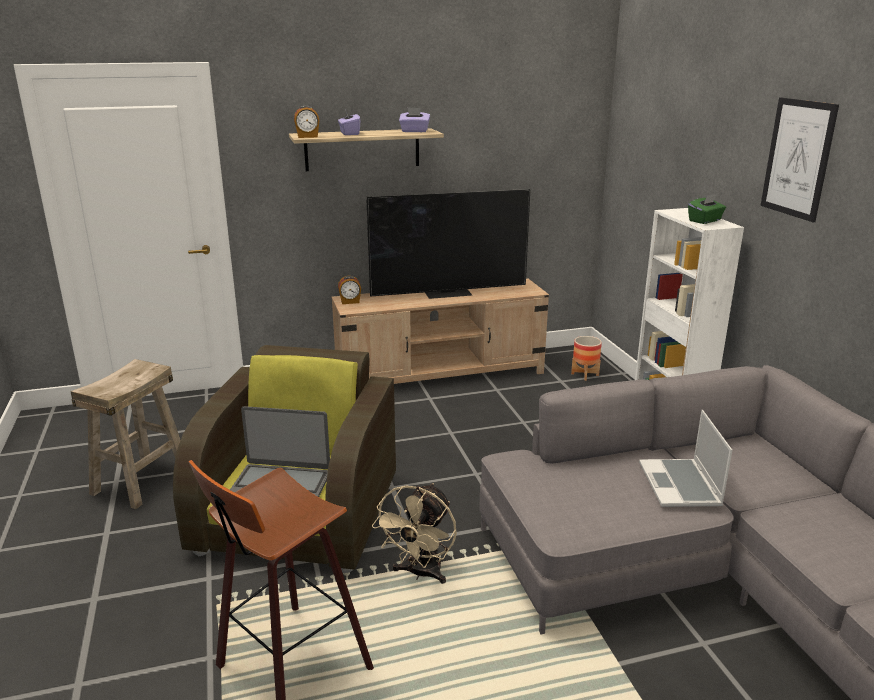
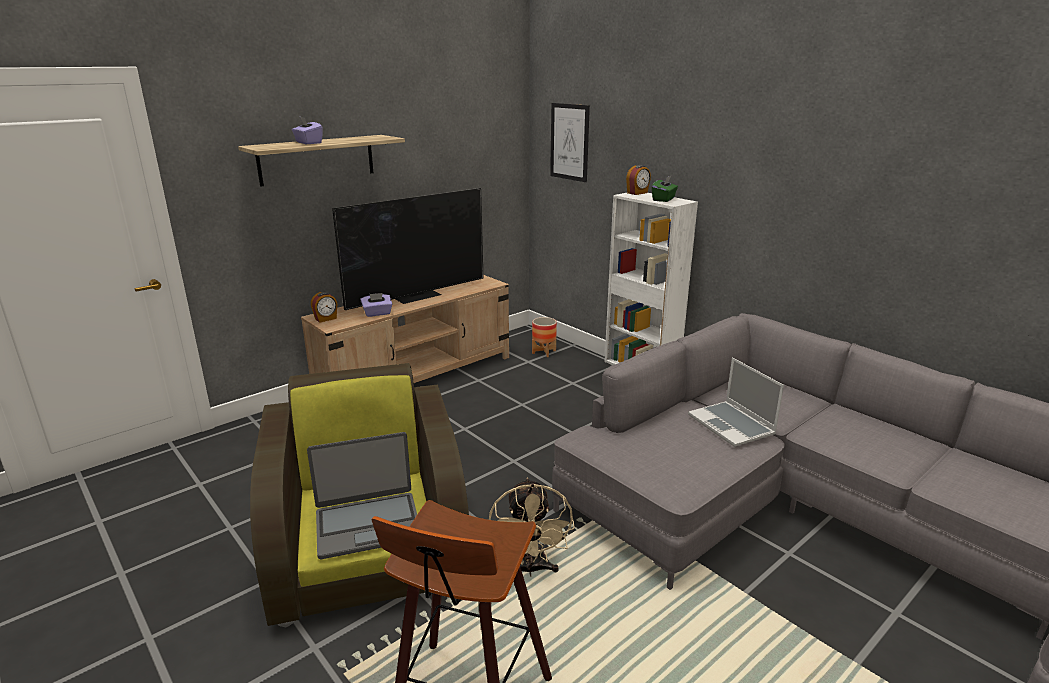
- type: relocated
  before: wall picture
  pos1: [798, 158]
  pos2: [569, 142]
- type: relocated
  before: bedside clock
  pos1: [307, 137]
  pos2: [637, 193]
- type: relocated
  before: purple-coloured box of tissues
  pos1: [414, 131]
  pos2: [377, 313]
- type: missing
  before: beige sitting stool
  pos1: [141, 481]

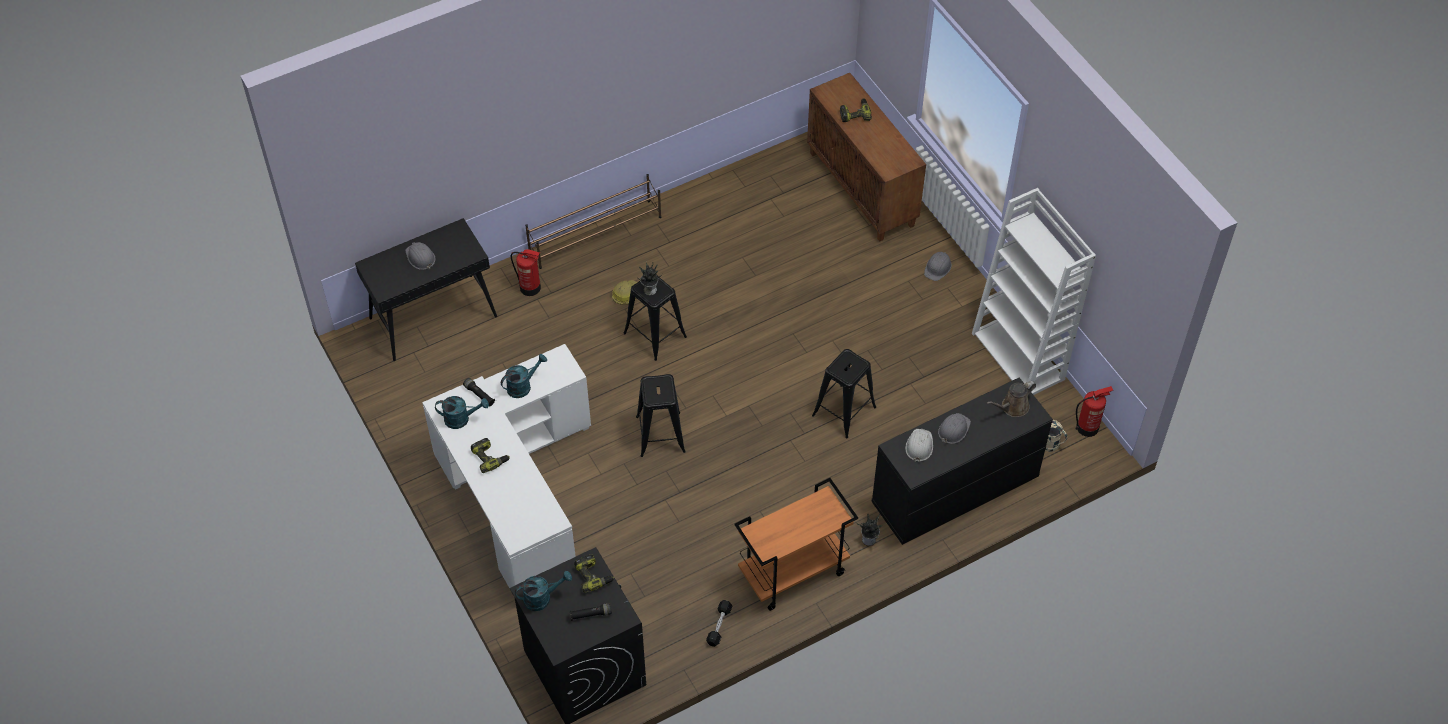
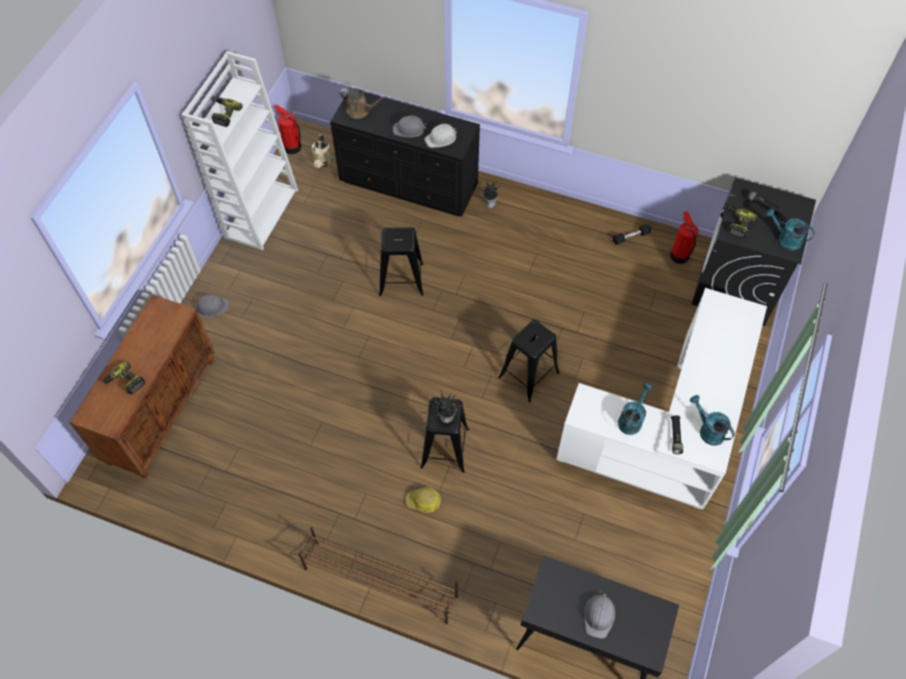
- type: relocated
  before: fire extinguisher
  pos1: [530, 288]
  pos2: [679, 255]
- type: spun
  before: blue-green watering can
  pos1: [523, 386]
  pos2: [631, 419]
  turn: 105
- type: relocated
  before: power drill
  pos1: [490, 457]
  pos2: [224, 114]
- type: missing
  before: orange trolley
  pos1: [792, 573]

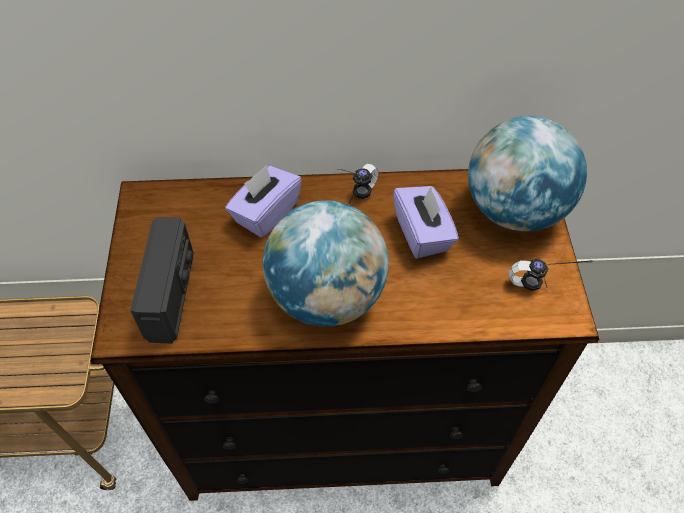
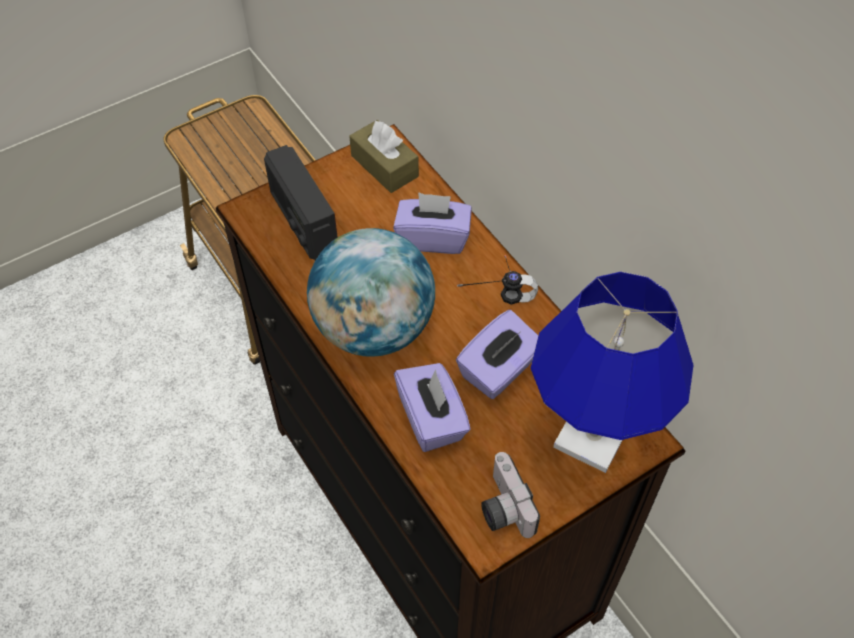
- type: exchanged
  before: globe
  after: blue-coloured table lamp
  pos1: [514, 209]
  pos2: [592, 438]
- type: spun
  before: radio set
  pos1: [171, 295]
  pos2: [303, 221]
  turn: 90
- type: exchanged
  before: headset
  after: photo camera
  pos1: [544, 291]
  pos2: [502, 507]
- type: appeared
  after: brown box of tissues
  pos2: [384, 166]
- type: appeared
  after: purple-coloured box of tissues
  pos2: [432, 419]

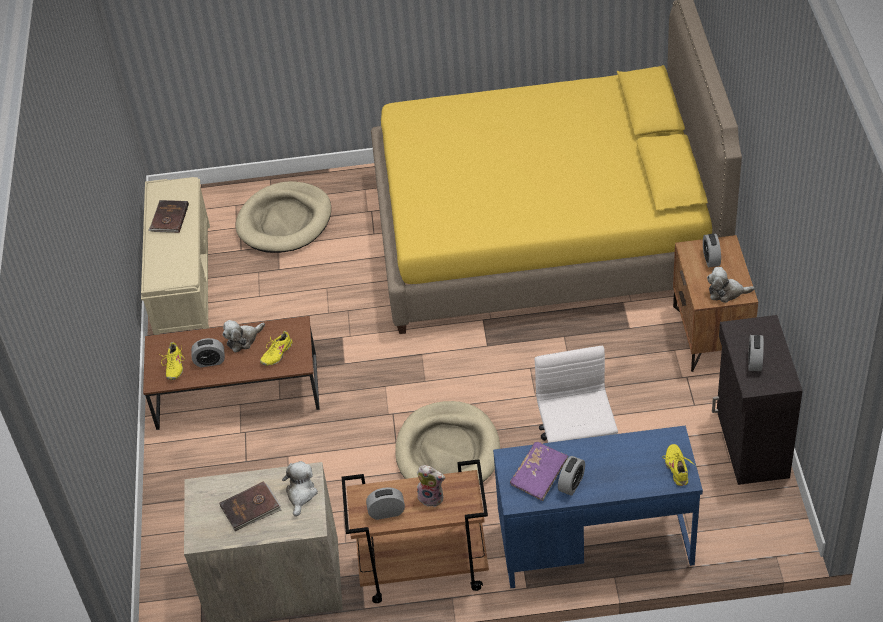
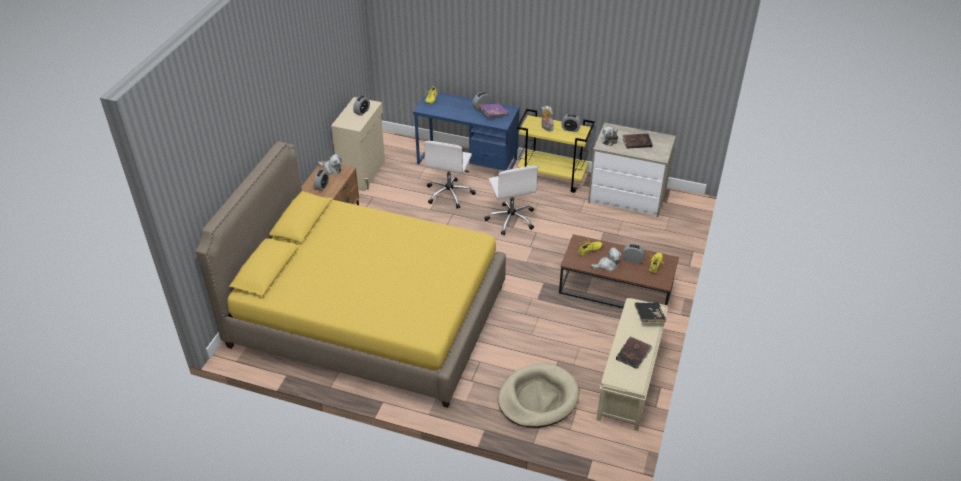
- type: colour
  before: blackish cupboard
  after: beige cupboard
  pos1: [750, 444]
  pos2: [363, 173]
- type: exchanged
  before: beige dog bed
  after: white-coloured desk chair
  pos1: [448, 451]
  pos2: [511, 219]
- type: colour
  before: brown trolley
  after: yellowish trolley
  pos1: [423, 570]
  pos2: [553, 177]
- type: appeared
  after: blackish bound book
  pos2: [649, 316]

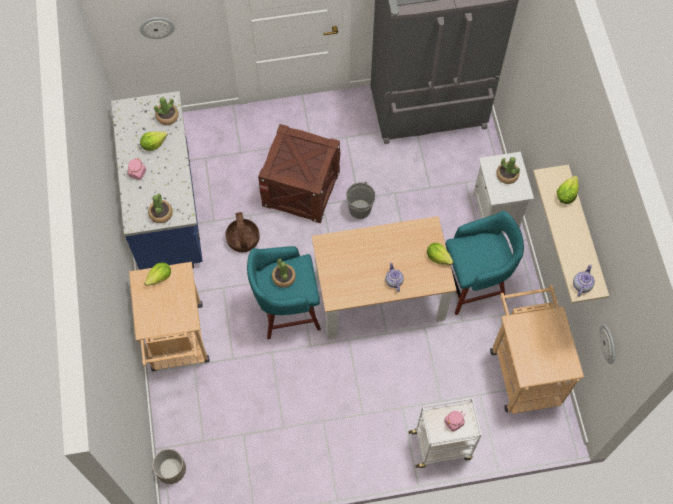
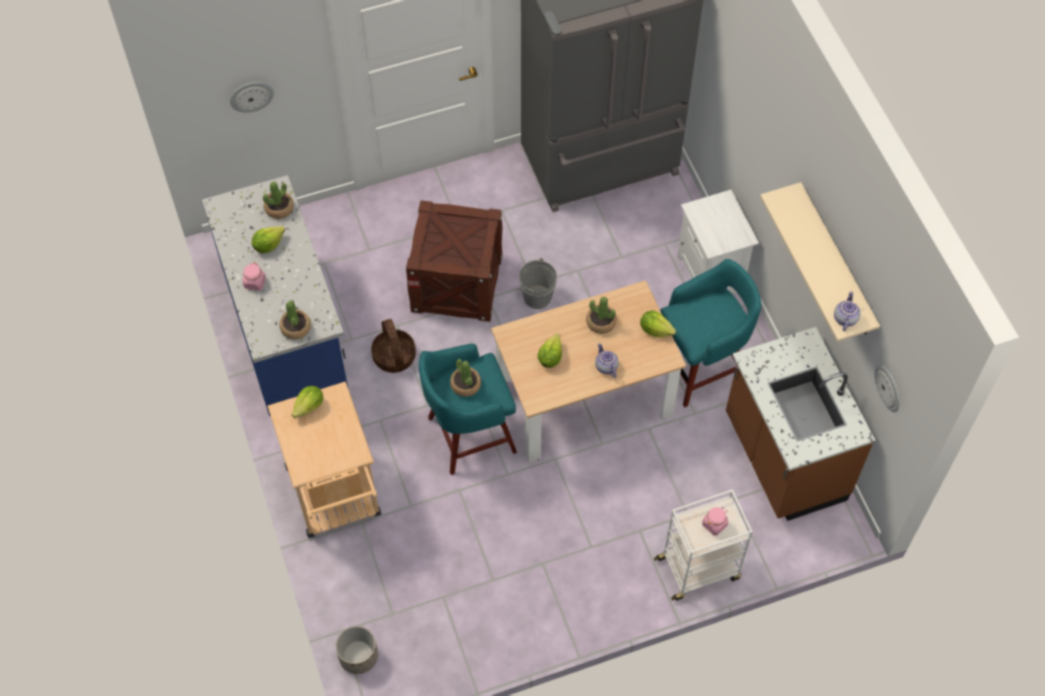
- type: relocated
  before: plant in a pot
  pos1: [507, 175]
  pos2: [601, 322]
- type: relocated
  before: head of lettuce
  pos1: [566, 195]
  pos2: [550, 357]
- type: exchanged
  before: beige trolley
  after: brown counter
  pos1: [523, 369]
  pos2: [783, 459]

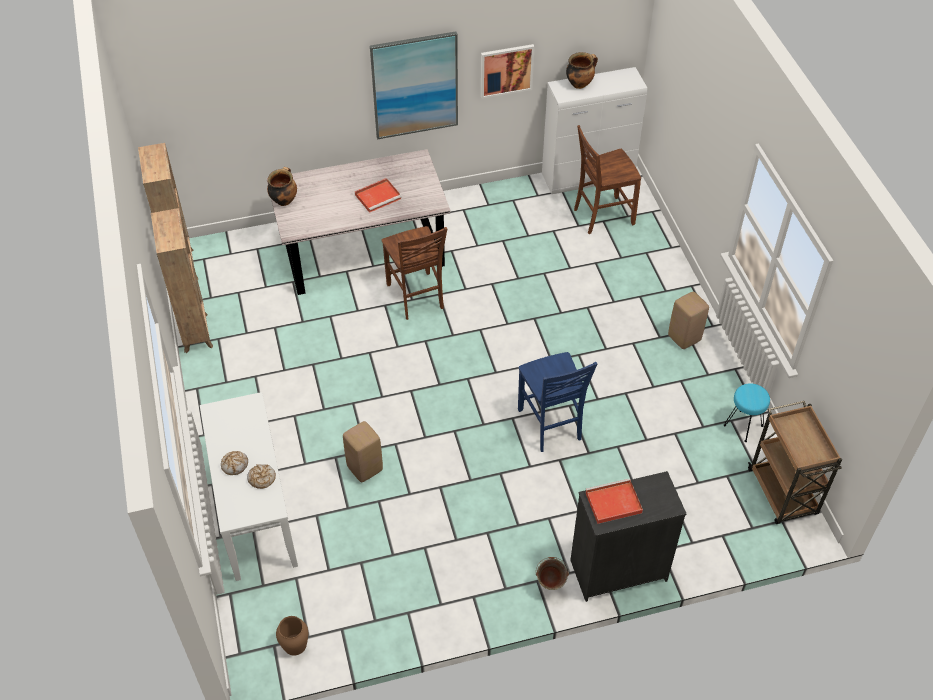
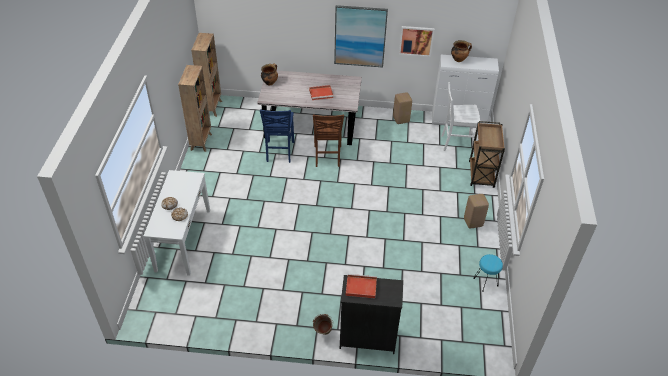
- type: colour
  before: brown upright chair
  after: white-coloured upright chair
  pos1: [602, 216]
  pos2: [456, 143]
- type: relocated
  before: blue-coloured upright chair
  pos1: [550, 425]
  pos2: [279, 152]
- type: relocated
  before: brown trolley
  pos1: [783, 493]
  pos2: [481, 175]
- type: relocated
  before: beige sitting stool
  pos1: [364, 468]
  pos2: [400, 119]
- type: missing
  before: brown flower vase
  pos1: [294, 644]

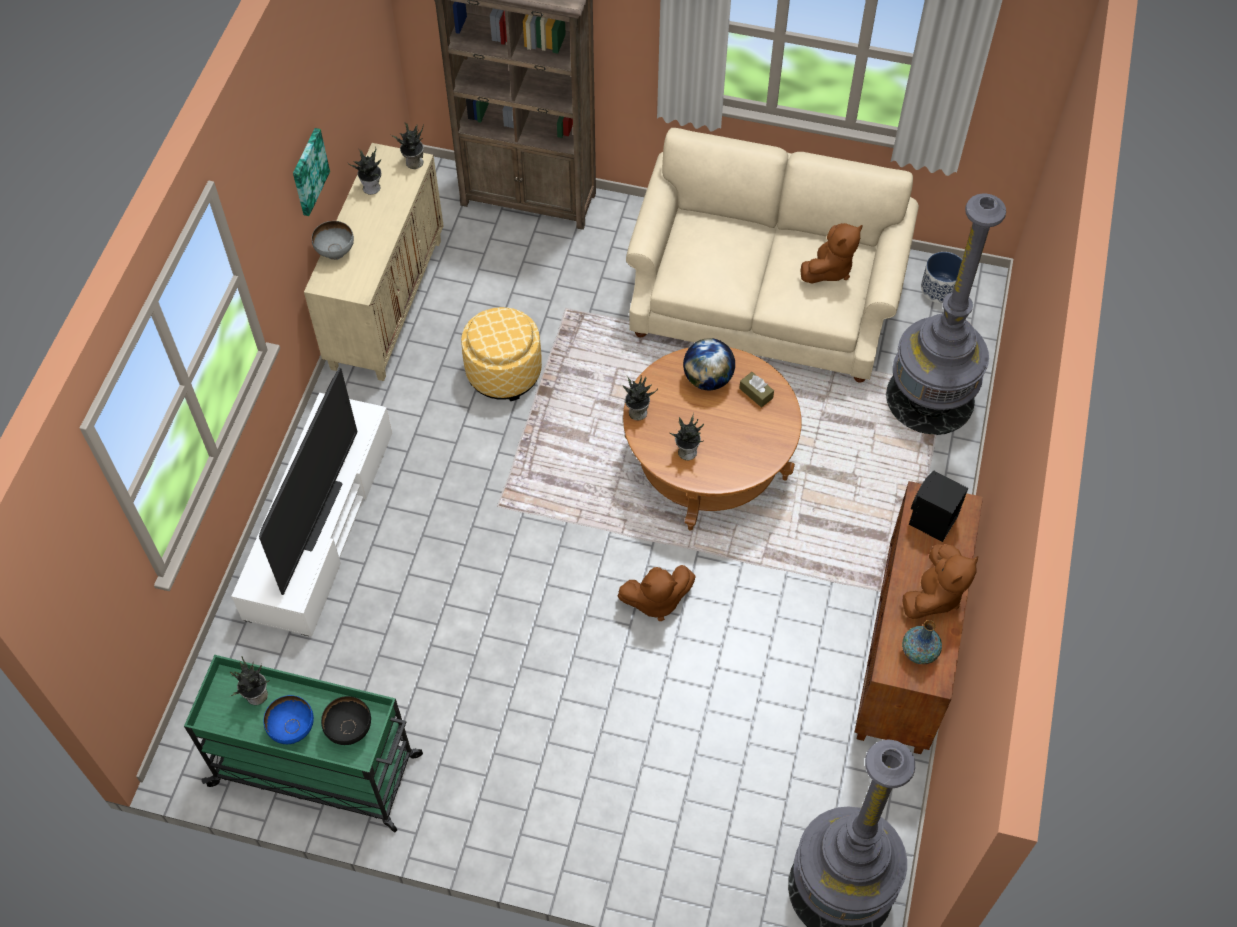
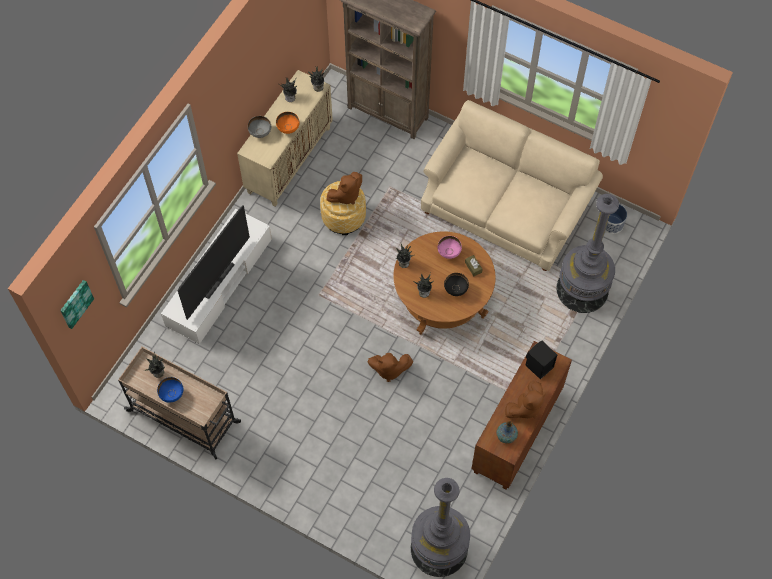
- type: relocated
  before: wall picture
  pos1: [308, 171]
  pos2: [75, 303]
- type: relocated
  before: brown soft toy
  pos1: [829, 269]
  pos2: [346, 195]
- type: exchanged
  before: globe
  after: pink-coloured bowl
  pos1: [708, 379]
  pos2: [449, 252]
- type: colour
  before: green trolley
  after: beige trolley
  pos1: [318, 770]
  pos2: [185, 417]
- type: relocated
  before: blackish bowl
  pos1: [349, 730]
  pos2: [455, 290]
- type: appeared
  after: orange bowl
  pos2: [288, 129]

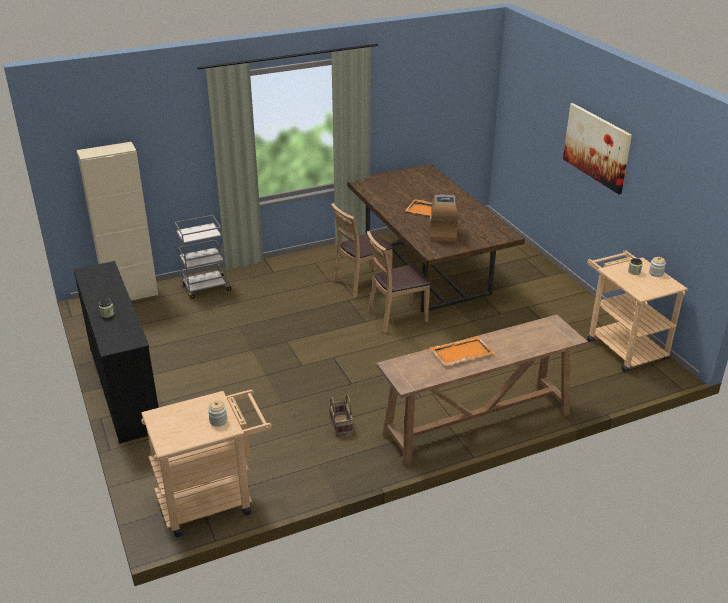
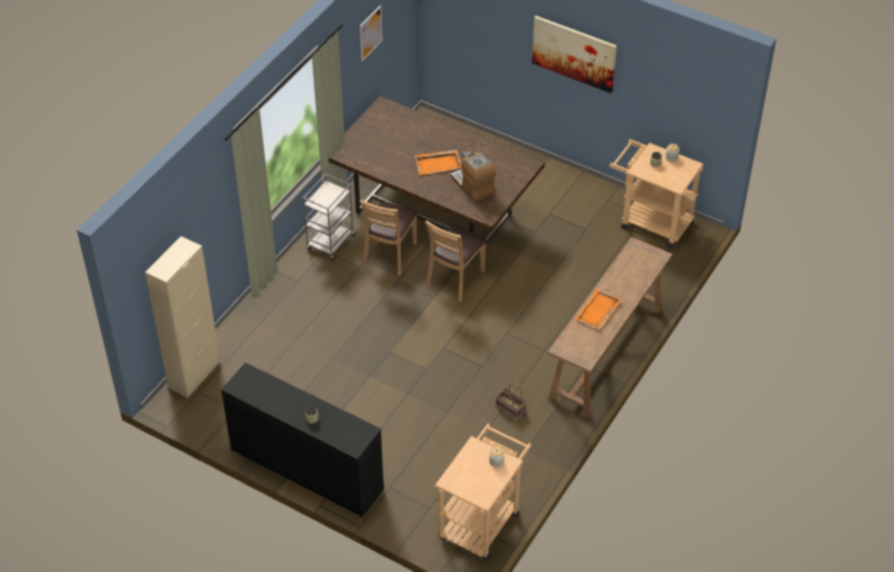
- type: relocated
  before: gray trolley
  pos1: [205, 288]
  pos2: [331, 243]
- type: appeared
  after: wall picture
  pos2: [370, 33]

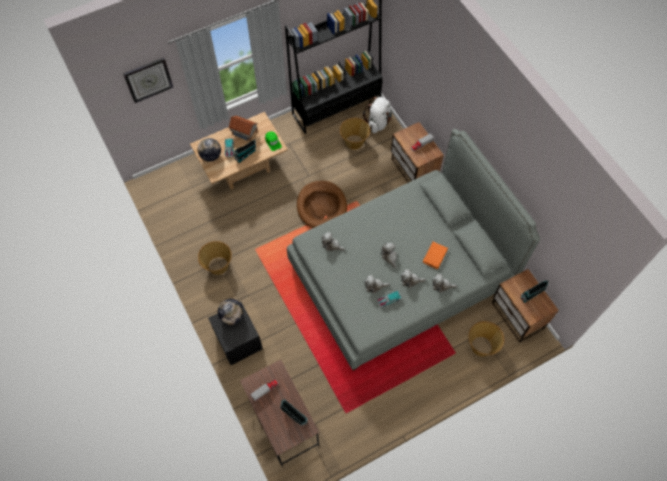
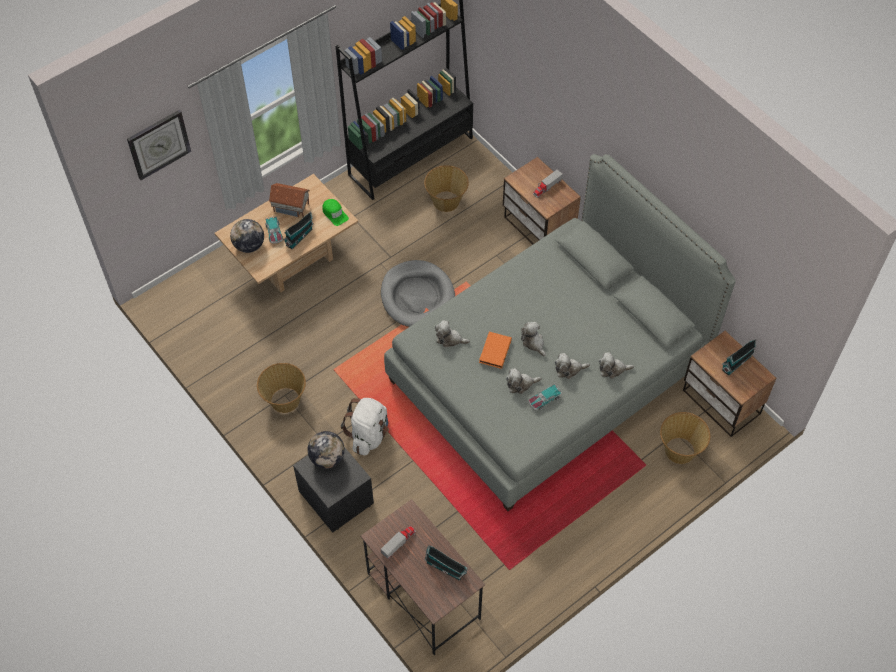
- type: relocated
  before: white-coloured knapsack
  pos1: [378, 123]
  pos2: [369, 435]
- type: colour
  before: brown dog bed
  after: gray dog bed
  pos1: [321, 206]
  pos2: [417, 296]
- type: relocated
  before: orange bound book
  pos1: [434, 255]
  pos2: [494, 351]

